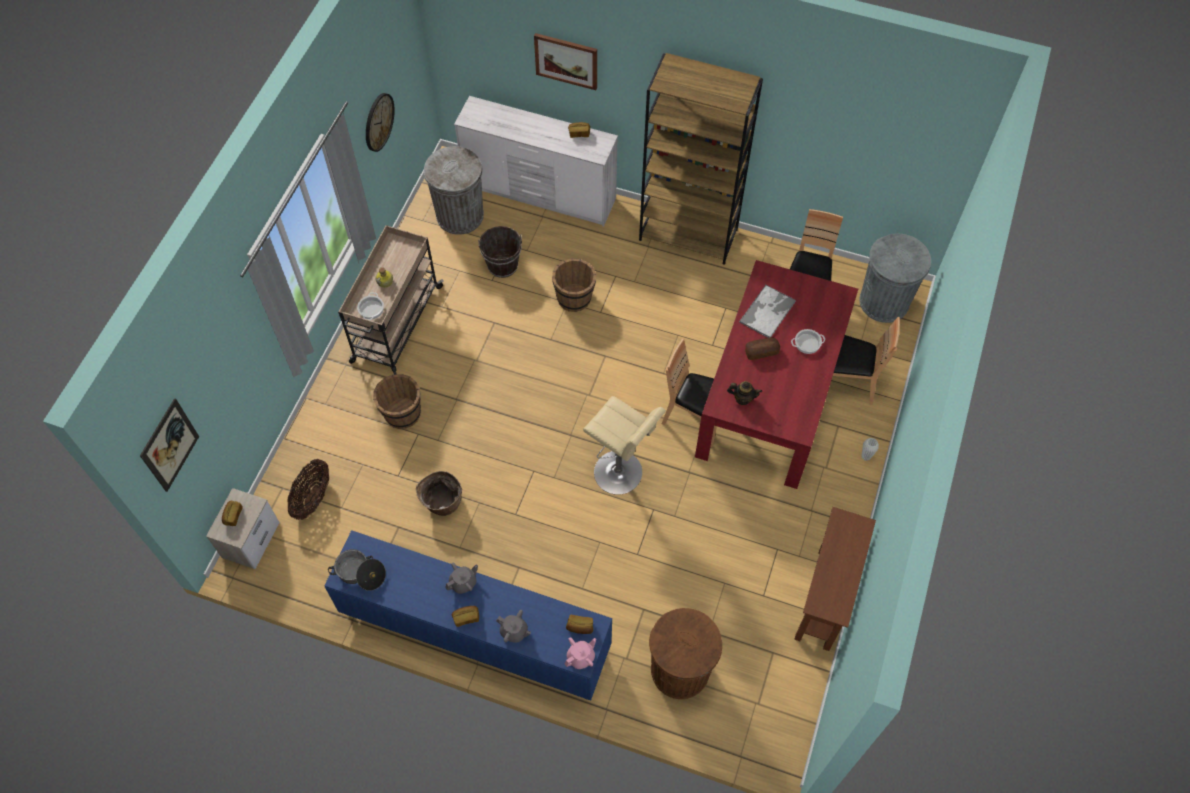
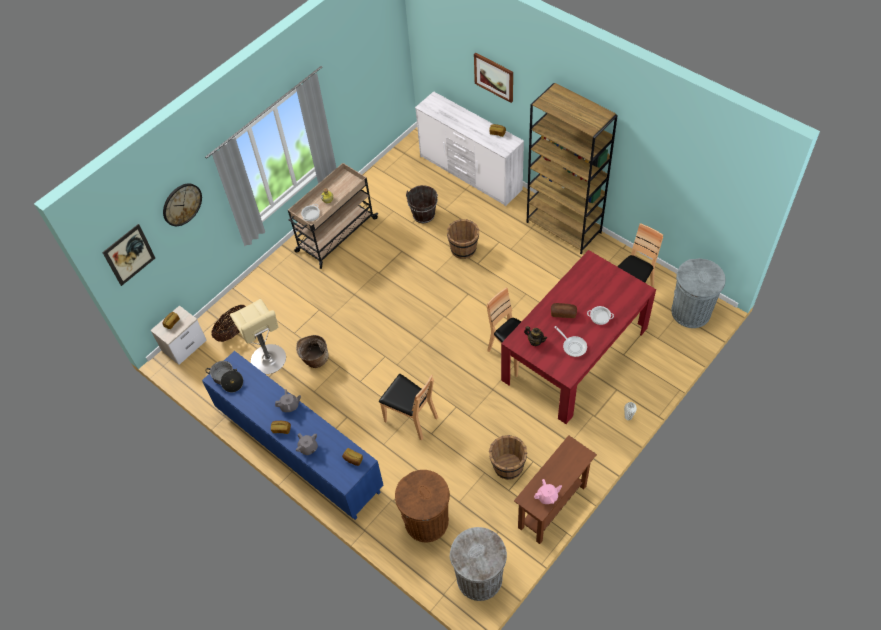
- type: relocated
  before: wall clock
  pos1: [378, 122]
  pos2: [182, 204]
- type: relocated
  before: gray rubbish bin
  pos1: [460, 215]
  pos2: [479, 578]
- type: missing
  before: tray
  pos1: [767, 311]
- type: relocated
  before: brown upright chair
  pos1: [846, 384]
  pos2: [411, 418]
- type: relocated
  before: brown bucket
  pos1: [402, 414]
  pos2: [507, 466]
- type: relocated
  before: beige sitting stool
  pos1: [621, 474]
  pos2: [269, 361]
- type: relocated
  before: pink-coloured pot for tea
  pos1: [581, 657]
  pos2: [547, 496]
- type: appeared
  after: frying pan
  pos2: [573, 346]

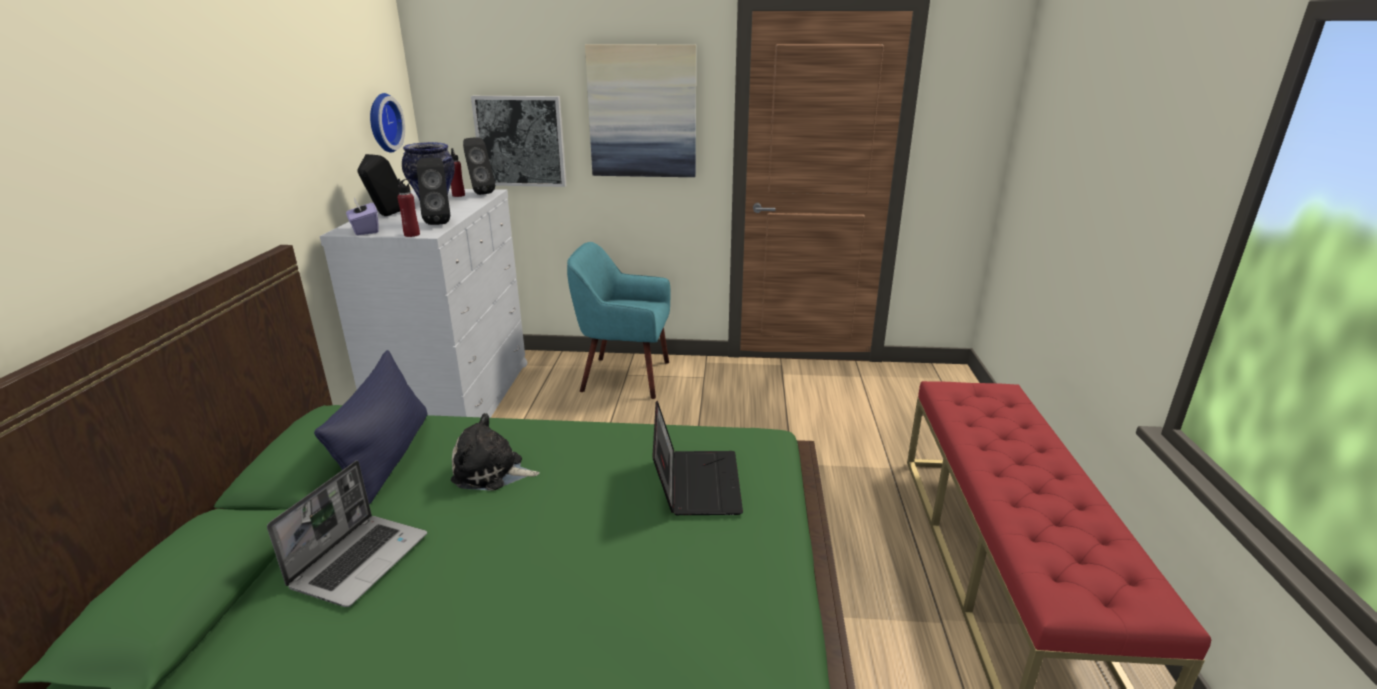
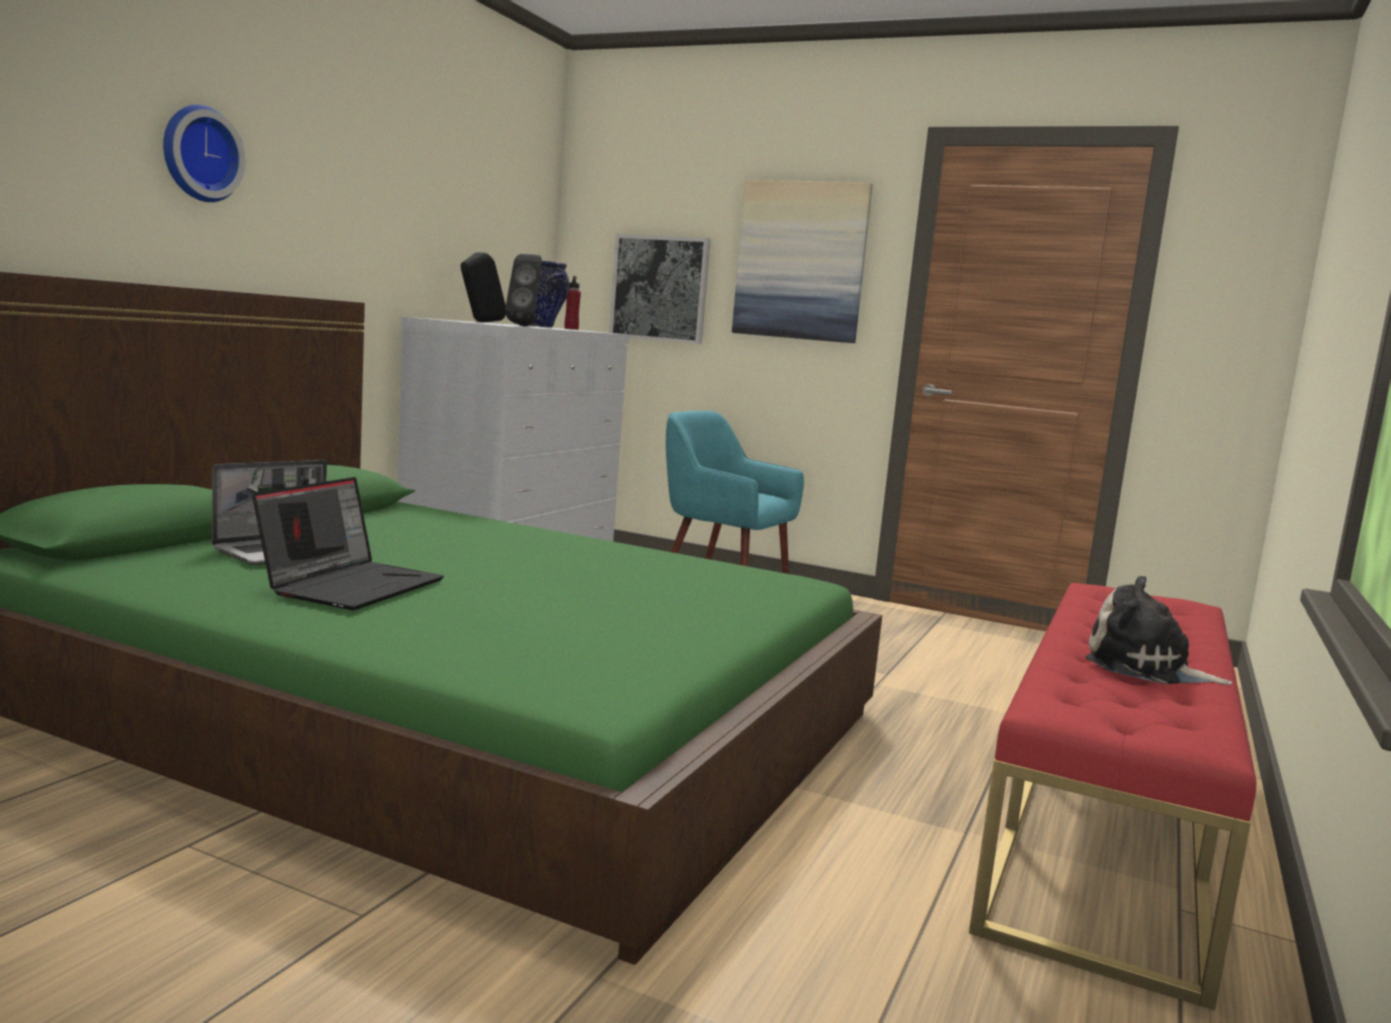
- type: relocated
  before: wall clock
  pos1: [382, 123]
  pos2: [198, 154]
- type: missing
  before: blackish audio speaker
  pos1: [479, 193]
- type: missing
  before: reddish bottle
  pos1: [412, 235]
- type: missing
  before: purple-coloured box of tissues
  pos1: [365, 230]
- type: missing
  before: blue-coloured throw pillow
  pos1: [388, 457]
- type: relocated
  before: laptop
  pos1: [695, 482]
  pos2: [352, 585]
- type: relocated
  before: soft toy
  pos1: [492, 472]
  pos2: [1145, 668]

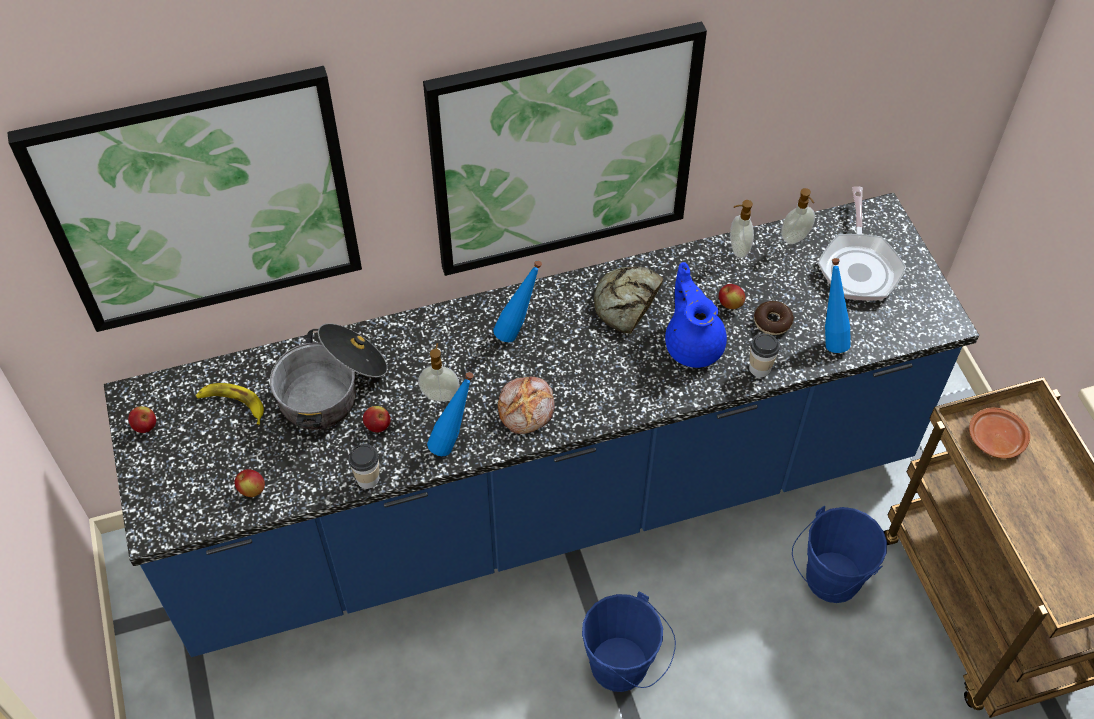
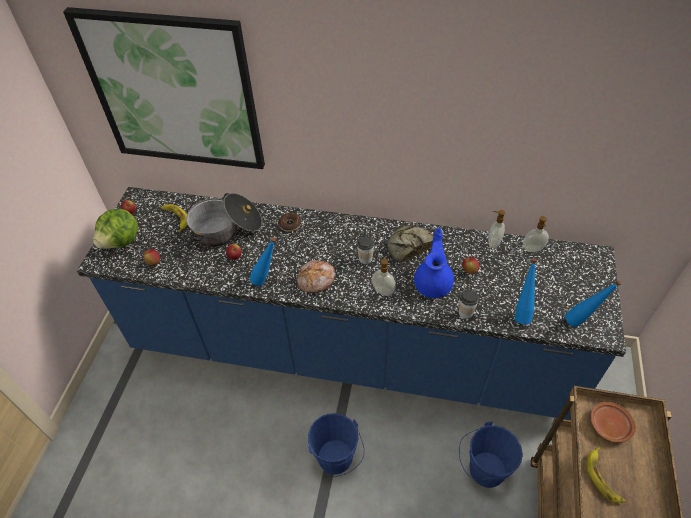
- type: missing
  before: wall picture
  pos1: [563, 151]
- type: missing
  before: frying pan
  pos1: [859, 266]
- type: relocated
  before: blue-coloured bottle
  pos1: [518, 331]
  pos2: [581, 321]
- type: relocated
  before: donut
  pos1: [772, 322]
  pos2: [290, 225]
- type: relocated
  before: soap bottle
  pos1: [440, 394]
  pos2: [383, 290]
- type: relocated
  before: cup
  pos1: [368, 479]
  pos2: [365, 259]
- type: appeared
  after: head of lettuce
  pos2: [122, 241]
- type: appeared
  after: banana fruit
  pos2: [603, 478]

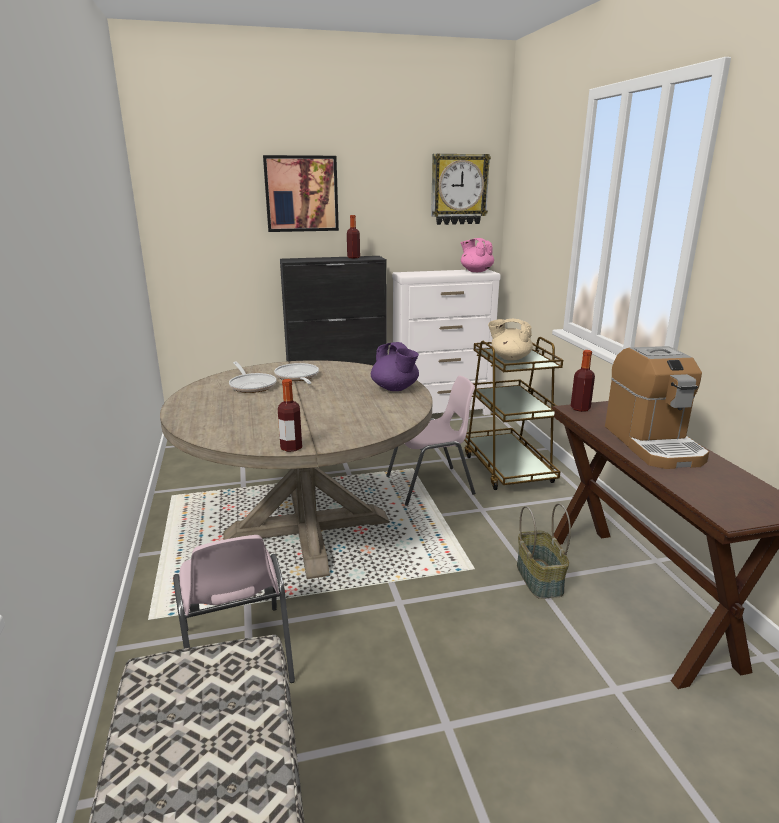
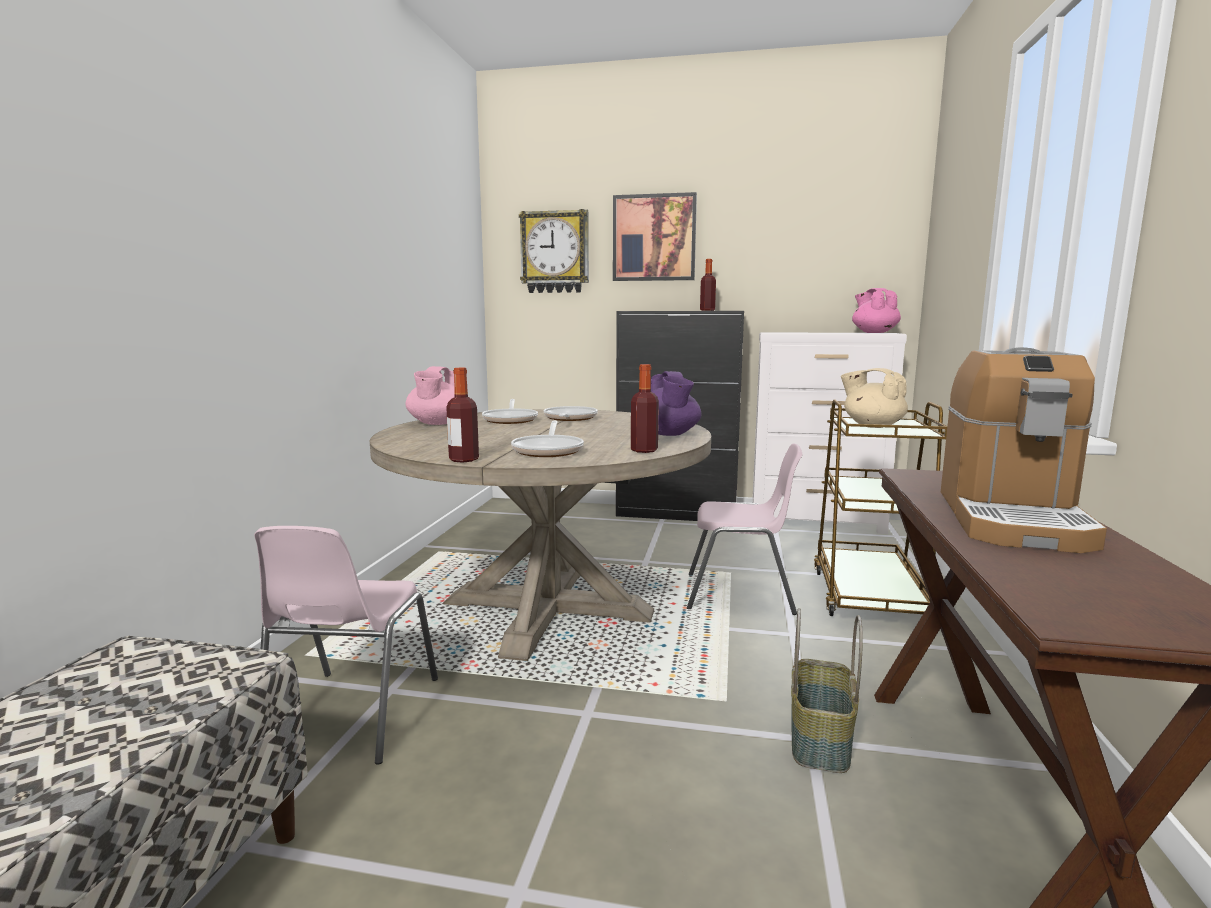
- type: relocated
  before: wall clock
  pos1: [458, 189]
  pos2: [555, 252]
- type: relocated
  before: bottle
  pos1: [580, 408]
  pos2: [644, 450]
- type: appeared
  after: pink-coloured pot for tea
  pos2: [436, 423]
- type: appeared
  after: frying pan
  pos2: [549, 450]

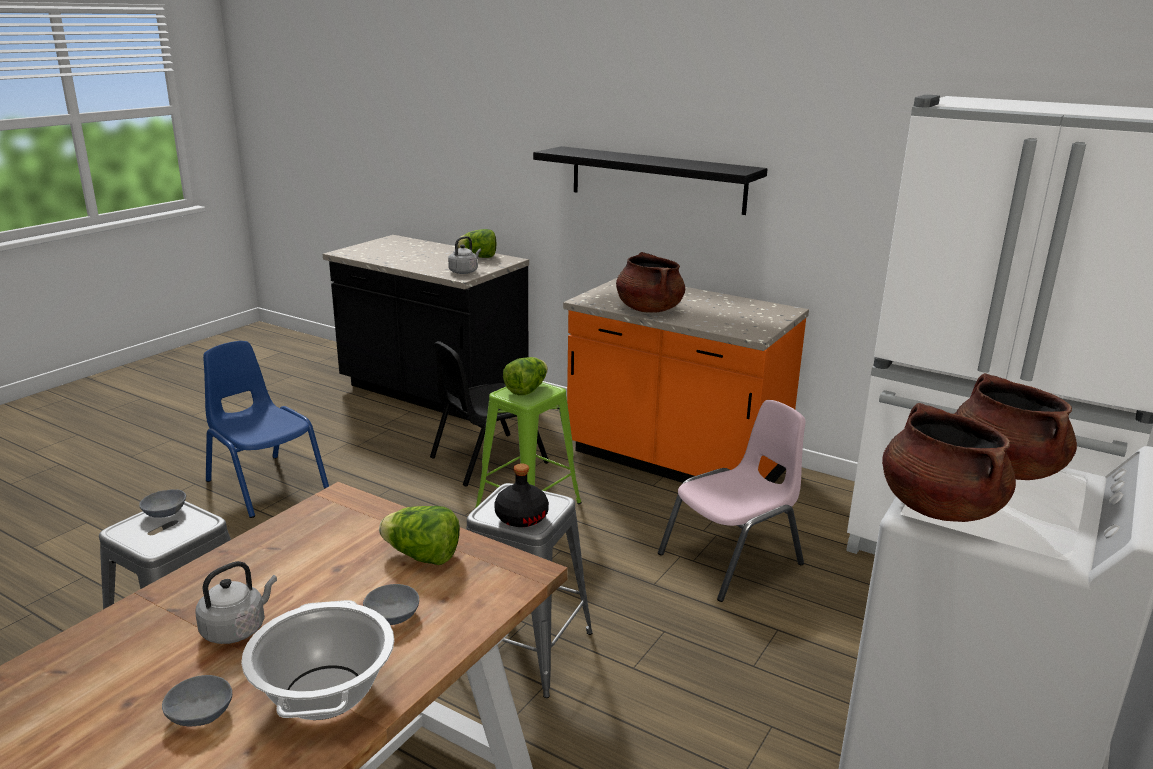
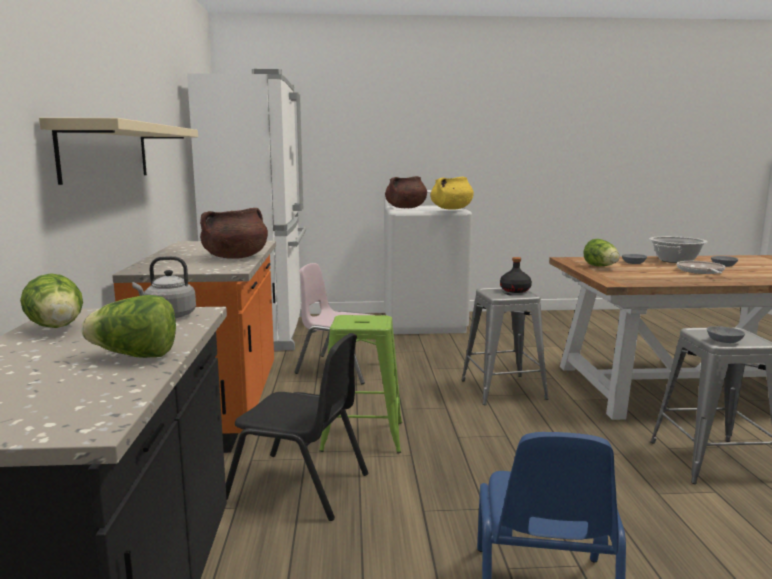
- type: colour
  before: blackish shelf
  after: beige shelf
  pos1: [656, 179]
  pos2: [106, 152]
- type: relocated
  before: head of lettuce
  pos1: [526, 390]
  pos2: [135, 356]
- type: colour
  before: brown cooking pot
  after: yellowish cooking pot
  pos1: [938, 507]
  pos2: [451, 209]
- type: exchanged
  before: gray tea kettle
  after: frying pan
  pos1: [237, 629]
  pos2: [700, 271]

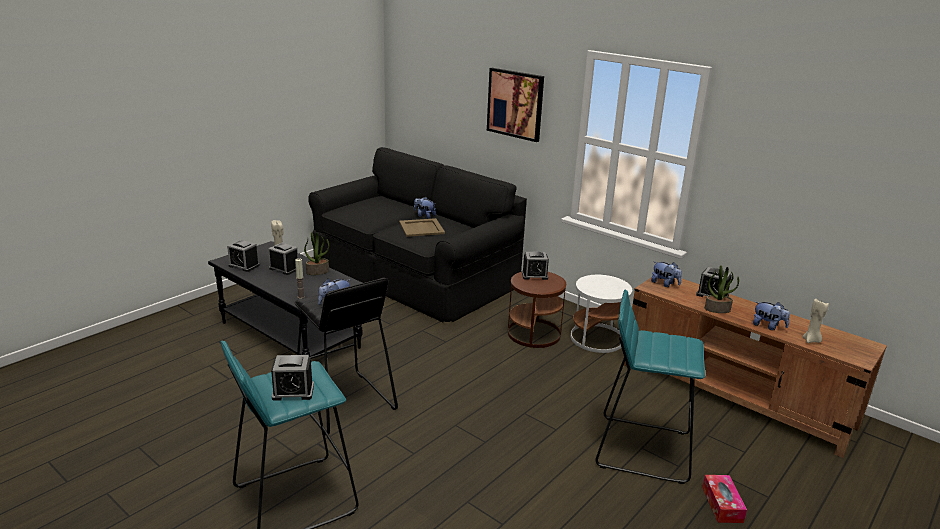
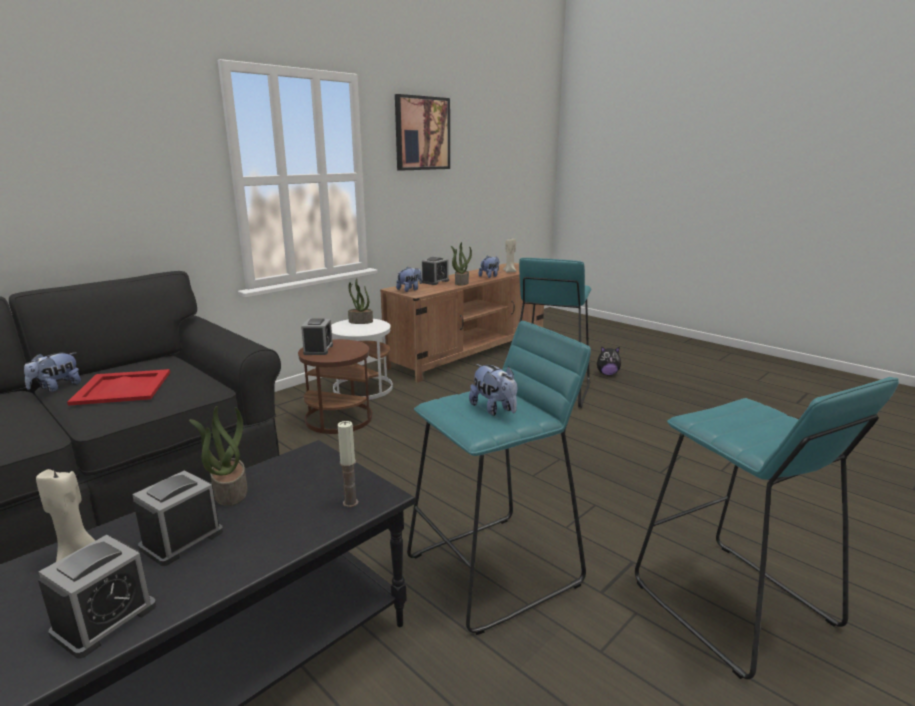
- type: relocated
  before: wall picture
  pos1: [515, 104]
  pos2: [422, 133]
- type: colour
  before: beige tray
  after: reddish tray
  pos1: [422, 228]
  pos2: [123, 387]
- type: colour
  before: blackish sitting stool
  after: blue-green sitting stool
  pos1: [344, 404]
  pos2: [495, 570]
- type: missing
  before: bedside clock
  pos1: [293, 392]
- type: exchanged
  before: box of tissues
  after: soft toy
  pos1: [722, 504]
  pos2: [607, 374]
- type: appeared
  after: plant in a pot
  pos2: [360, 322]

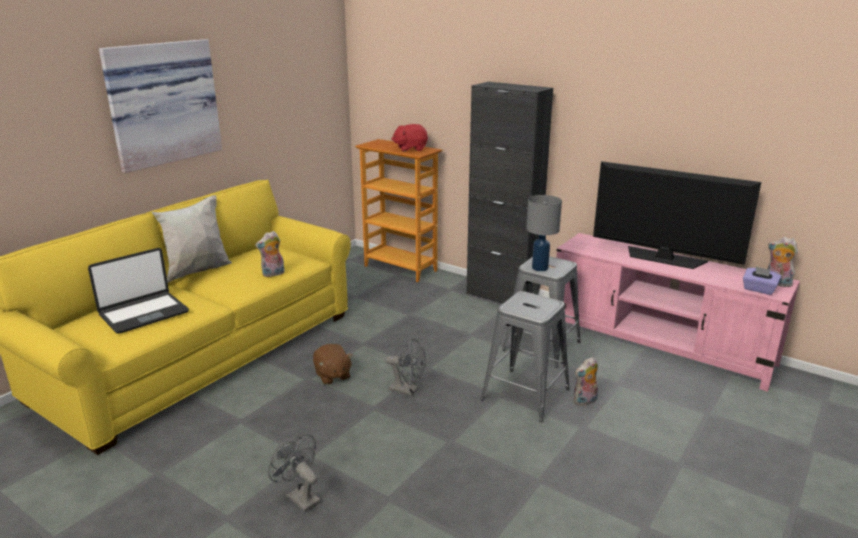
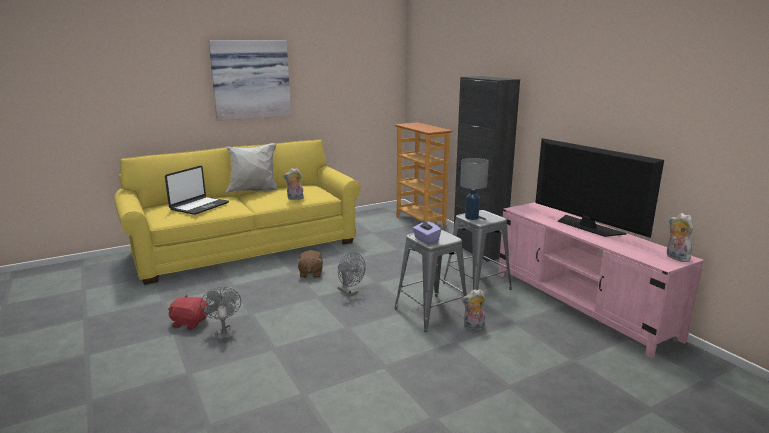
- type: relocated
  before: reddish soft toy
  pos1: [410, 149]
  pos2: [190, 323]
- type: spun
  before: laptop
  pos1: [143, 313]
  pos2: [199, 206]
  turn: -45
- type: relocated
  before: purple-coloured box of tissues
  pos1: [759, 290]
  pos2: [426, 240]

